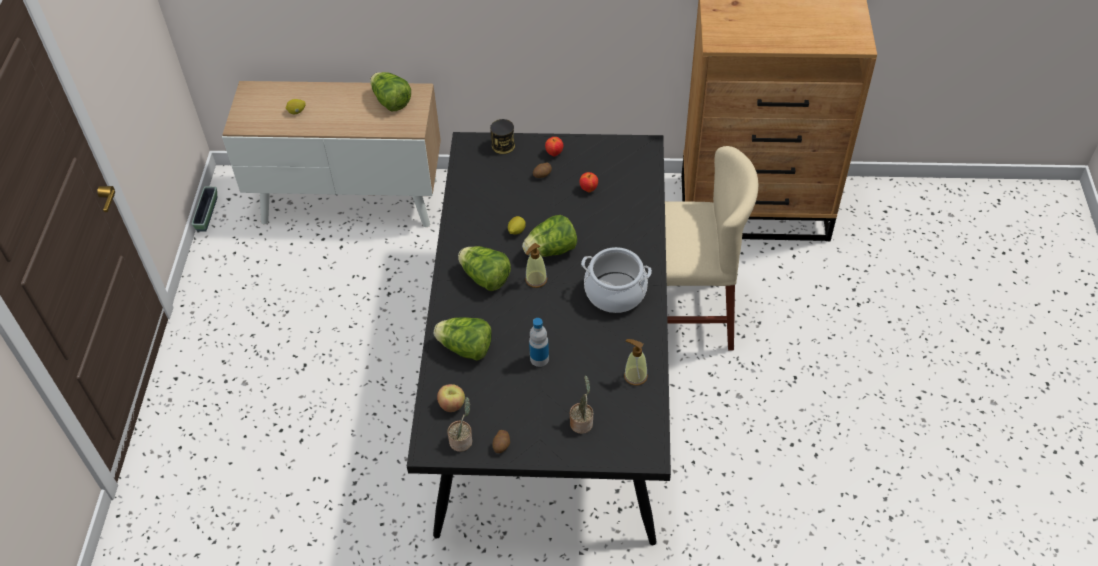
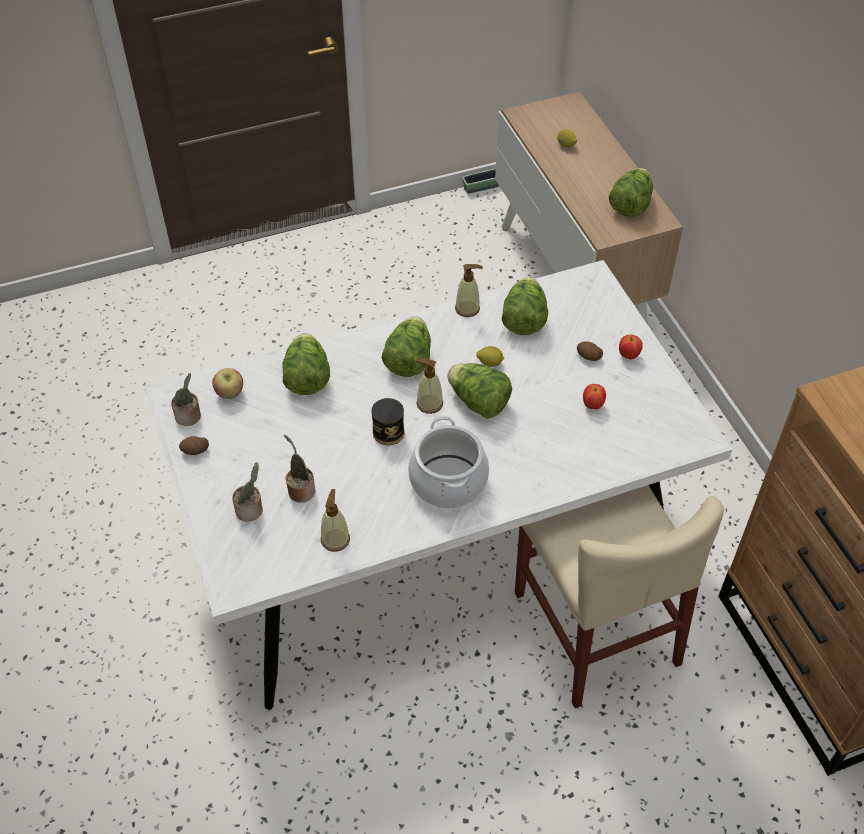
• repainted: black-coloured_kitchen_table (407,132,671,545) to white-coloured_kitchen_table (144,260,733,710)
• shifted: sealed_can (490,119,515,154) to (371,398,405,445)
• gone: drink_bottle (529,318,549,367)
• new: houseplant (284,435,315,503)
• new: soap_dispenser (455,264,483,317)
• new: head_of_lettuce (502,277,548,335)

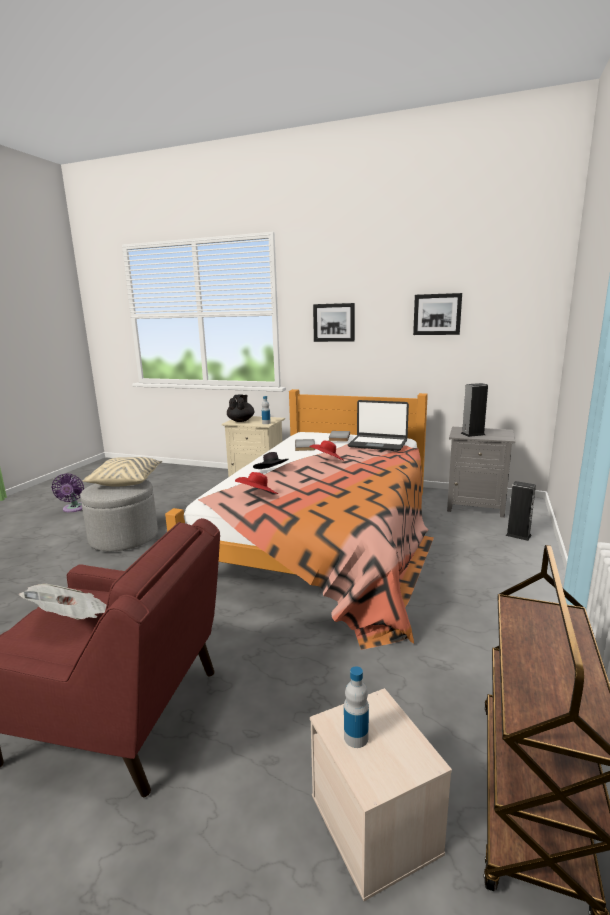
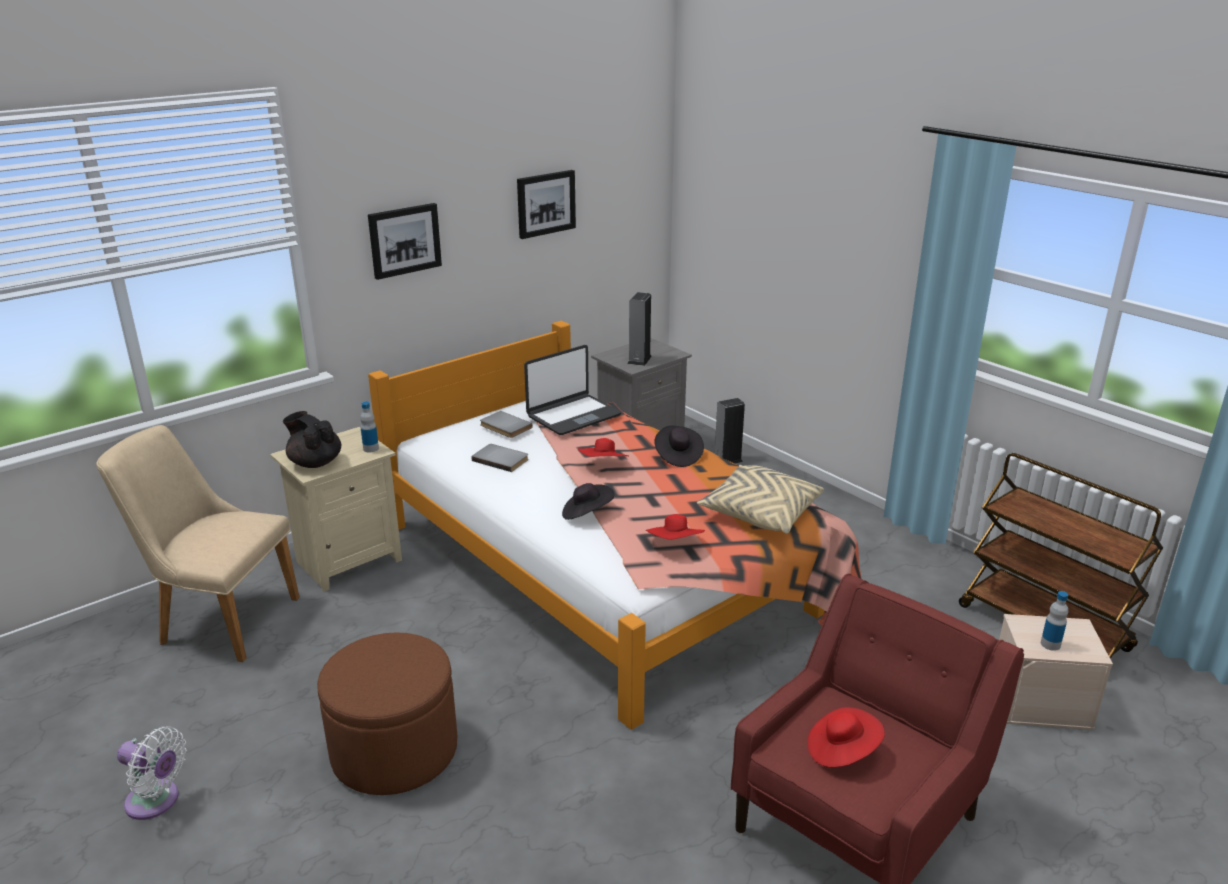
• swapped: printed_paper (19,584,107,620) to reddish_wearable_hat (807,707,885,767)
• repainted: purple-coloured_fan (52,473,84,513) to white-coloured_fan (117,726,187,820)
• repainted: grey_pouffe (80,480,158,551) to brownish_pouffe (317,632,457,795)
• shifted: beige-coloured_pillow (83,457,162,486) to (697,465,824,534)
• new: beige-coloured_chair (96,425,300,662)
• new: black-coloured_wearable_hat (654,425,704,467)

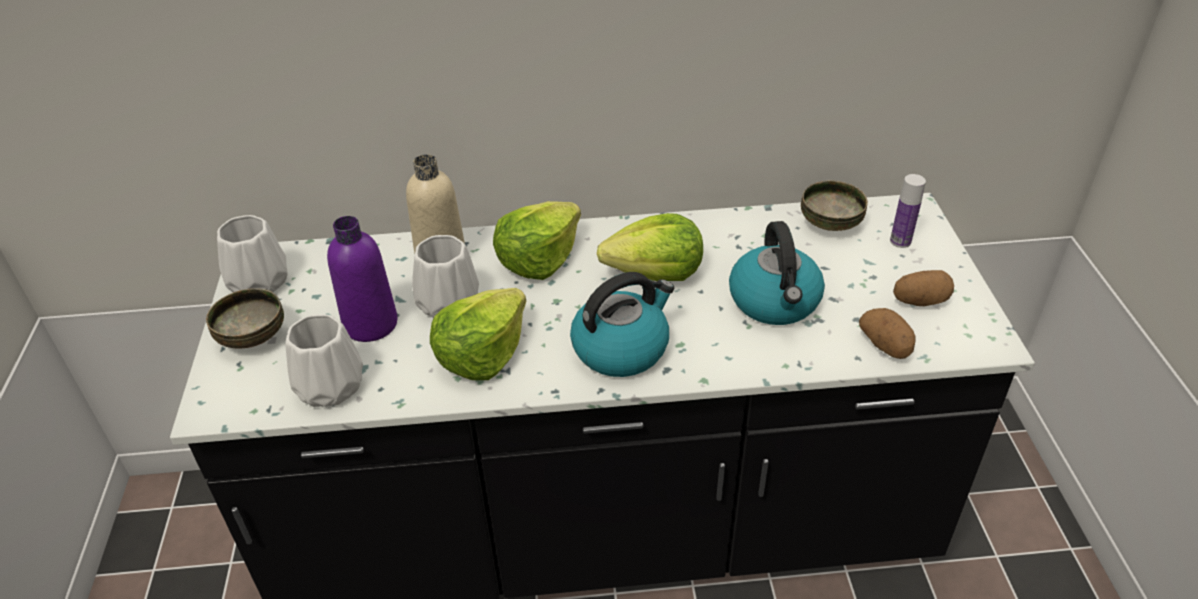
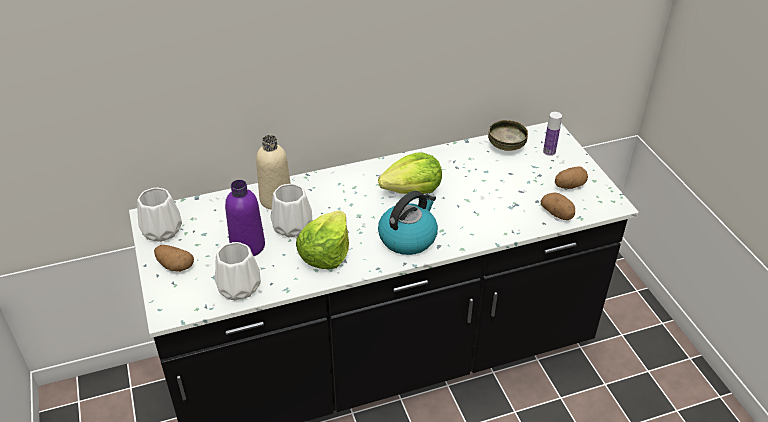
• swapped: serving_bowl (206,288,284,349) to whole_potato (154,245,194,272)
• gone: head_of_lettuce (493,201,581,280)
• gone: tea_kettle (729,221,825,325)

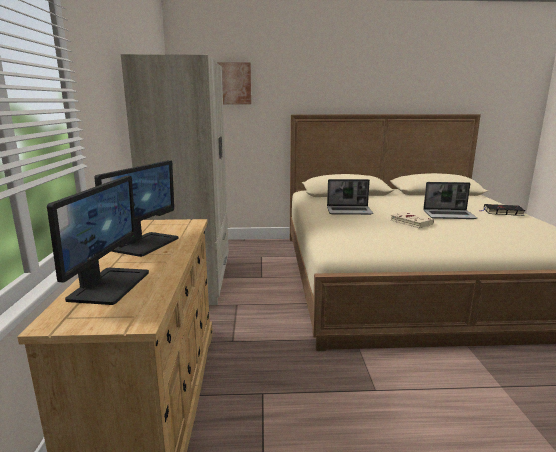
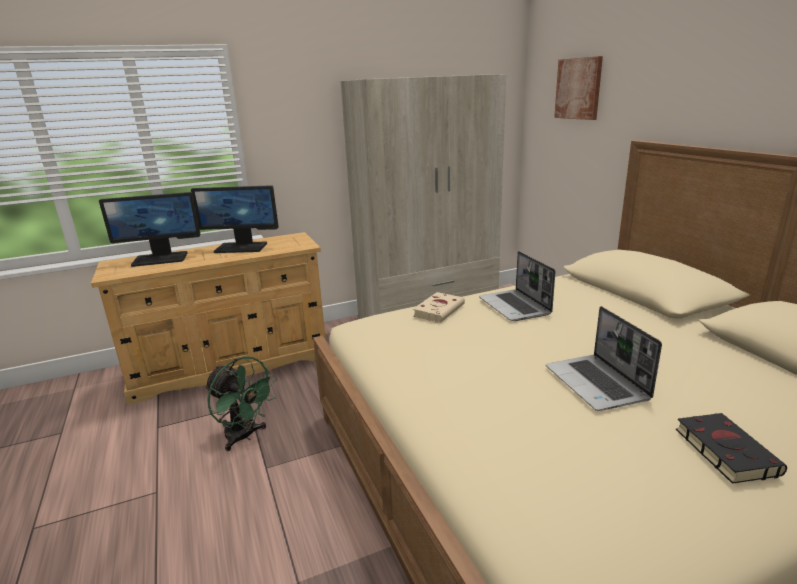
• shifted: beige-coloured_volume (390,212,434,229) to (413,292,465,323)
• new: green-coloured_fan (205,356,277,451)

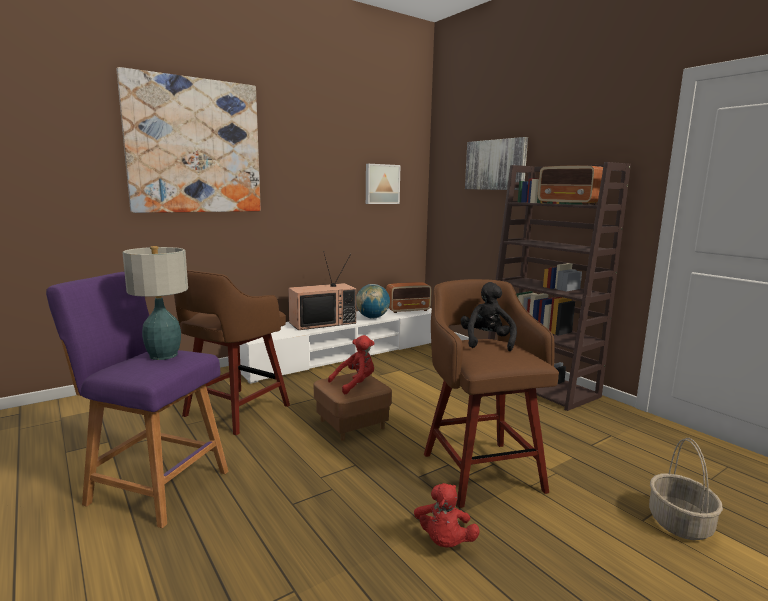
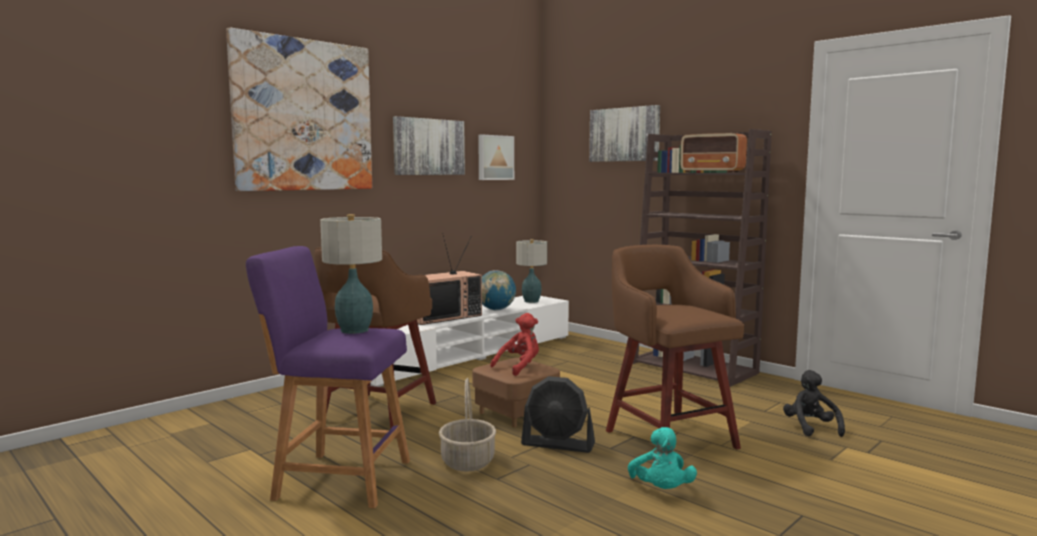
• swapped: radio_receiver (386,282,432,313) to table_lamp (516,239,547,303)
• repainted: reddish_cuddly_toy (414,483,480,548) to turquoise-coloured_cuddly_toy (628,427,697,489)
• shifted: black-coloured_cuddly_toy (461,282,517,351) to (783,370,845,437)
• shifted: household_basket (649,438,723,540) to (439,378,496,472)
• new: picture (393,116,465,175)
• new: black-coloured_fan (521,376,595,453)

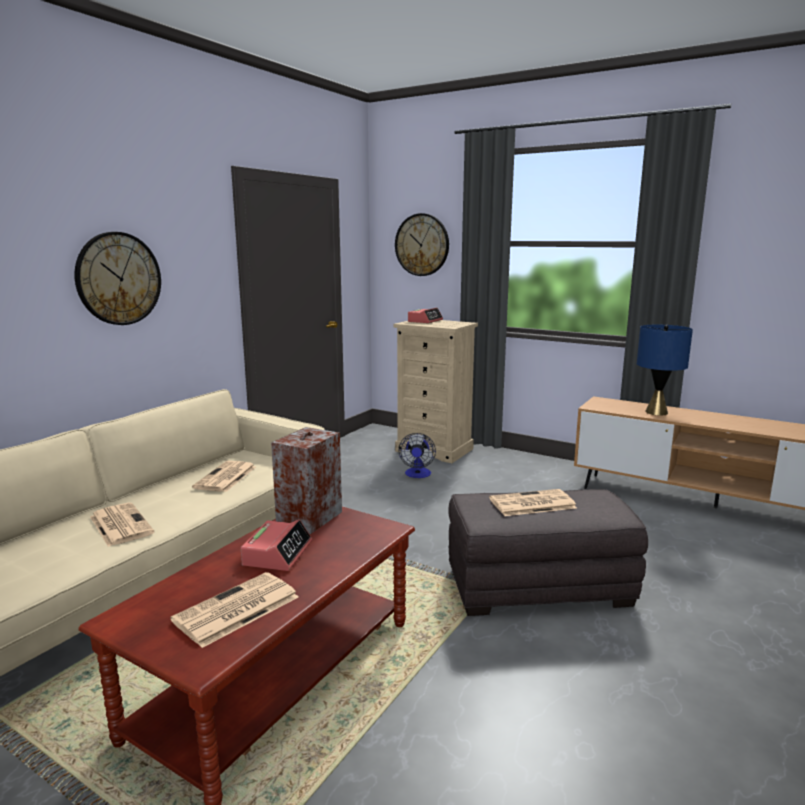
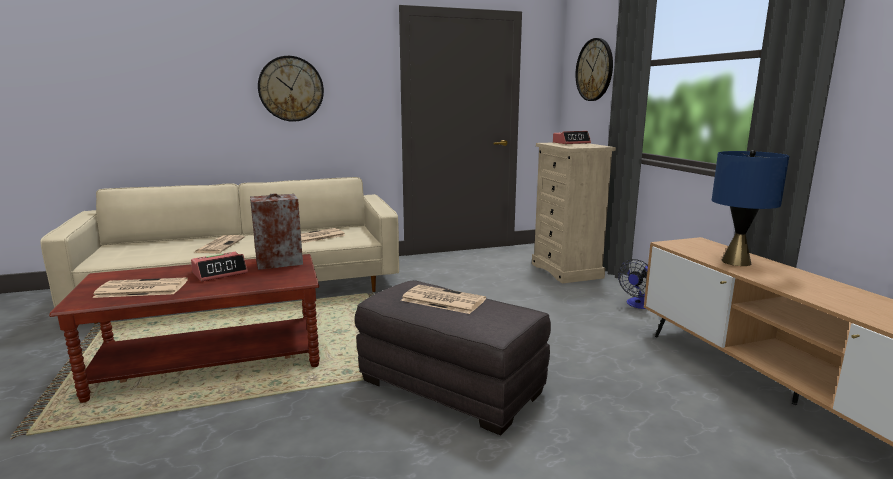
• shifted: fan (399,433,436,478) to (618,259,648,309)

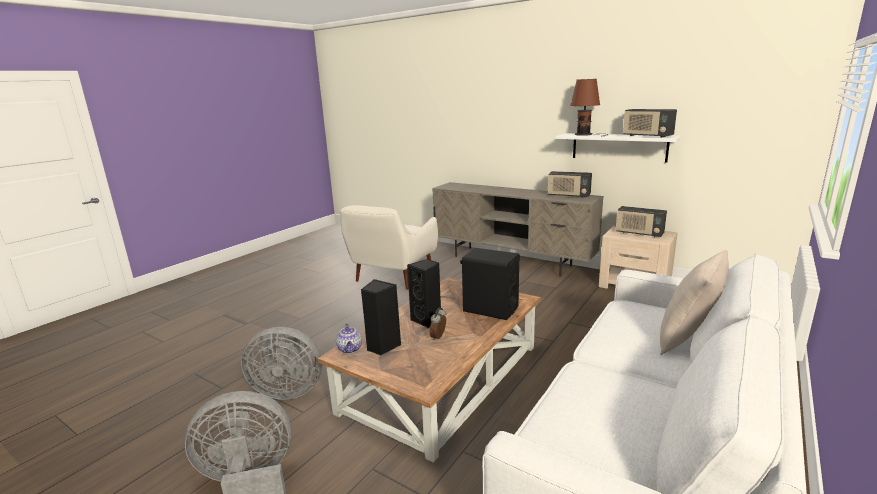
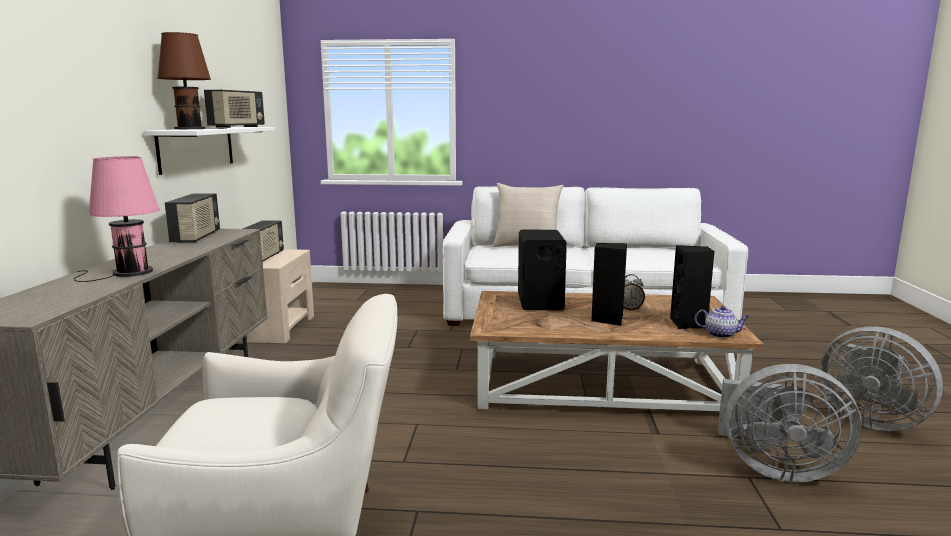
• rotated: grey_fan (241,327,322,400) = (718,364,862,482) 135 degrees clockwise
• rotated: teapot (336,324,362,354) = (695,306,750,338) 60 degrees clockwise
• new: pink-coloured_table_lamp (73,156,160,282)

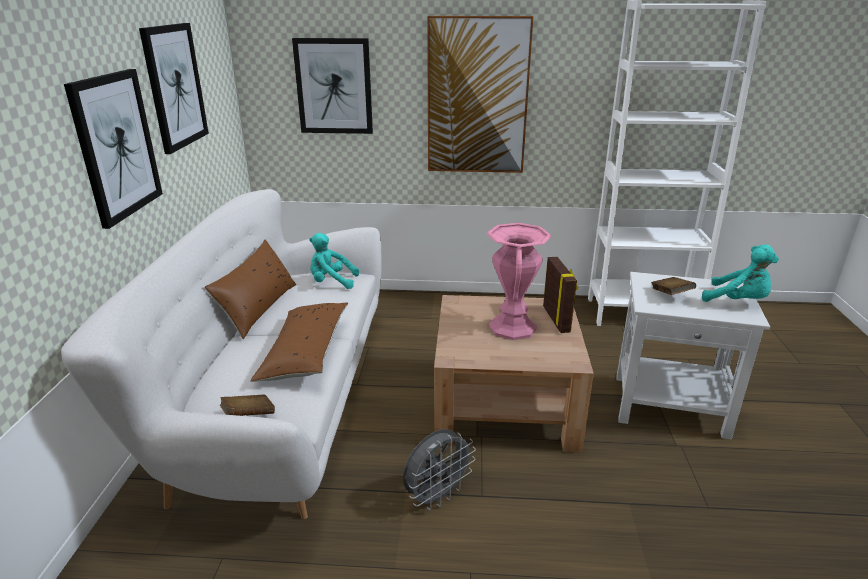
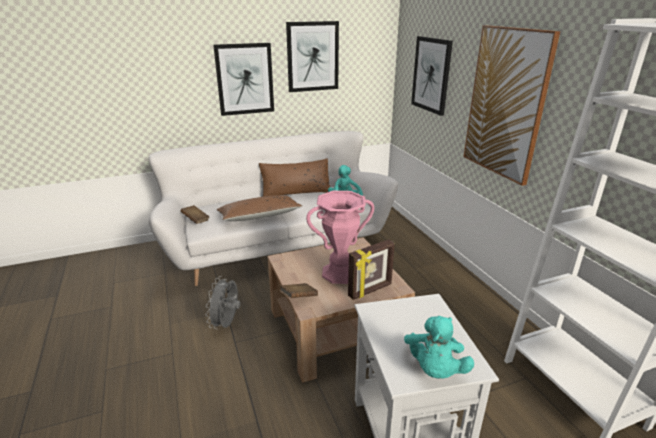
• rotated: grey_fan (403,429,476,510) = (205,276,241,329) 75 degrees clockwise
• shifted: brownish_volume (651,277,696,295) to (280,283,318,298)

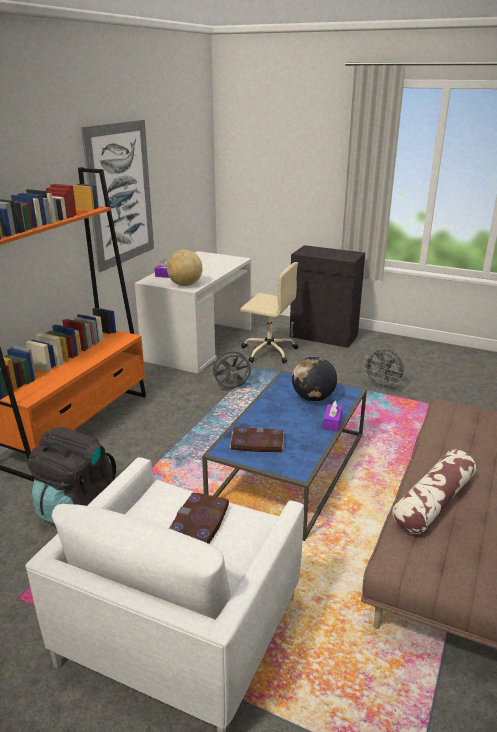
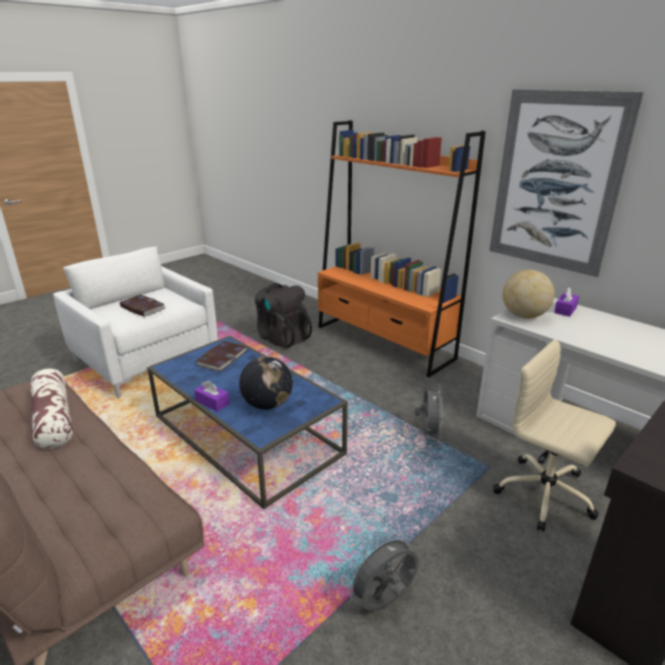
• rotated: beige-coloured_computer_chair (240,262,298,364) = (493,339,616,532) 90 degrees clockwise

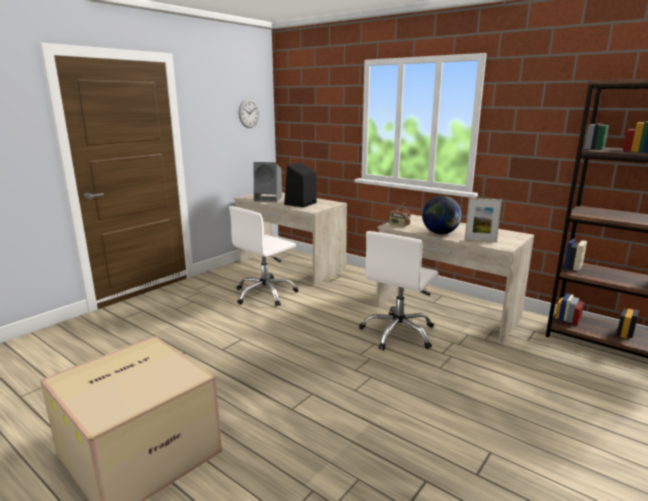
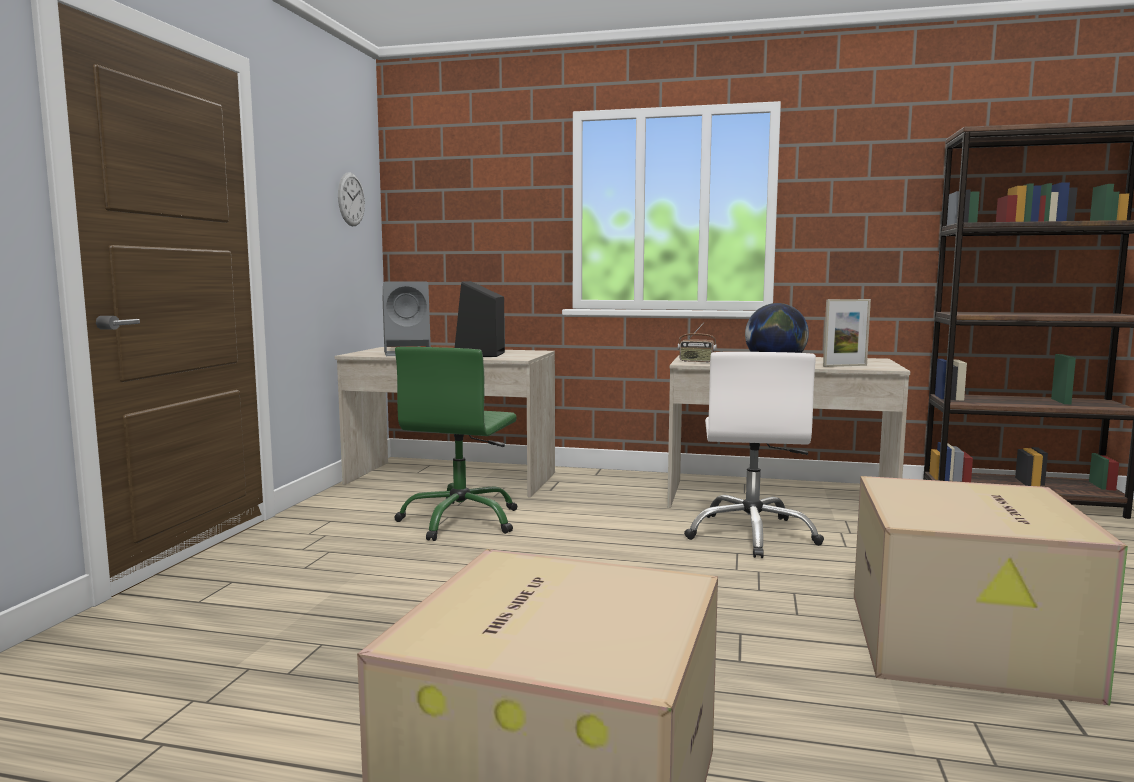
• repainted: white-coloured_computer_chair (229,206,298,307) to green-coloured_computer_chair (394,347,517,541)
• new: carton (854,476,1128,705)

